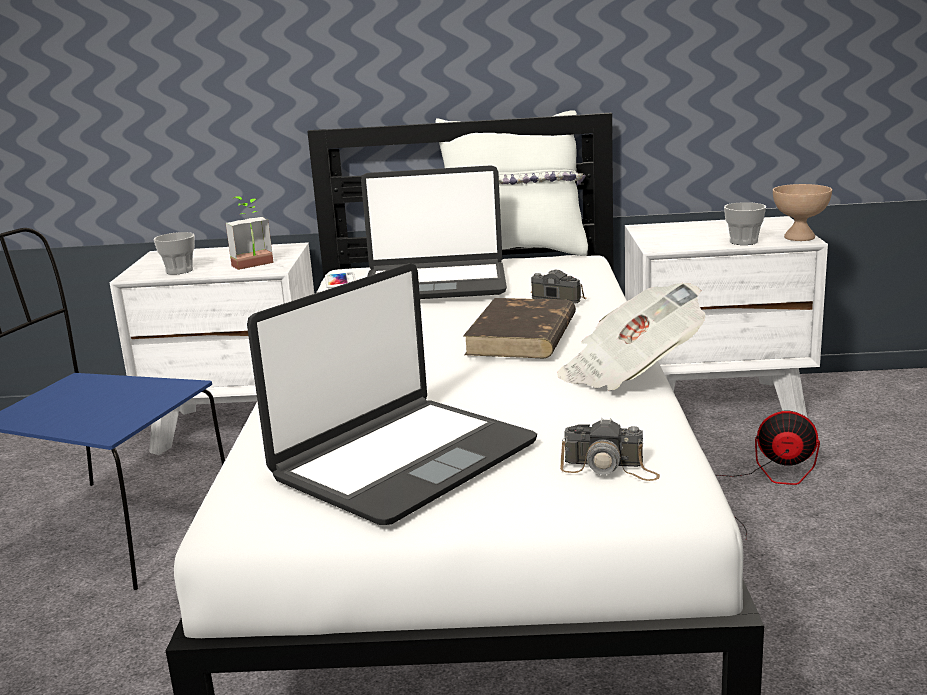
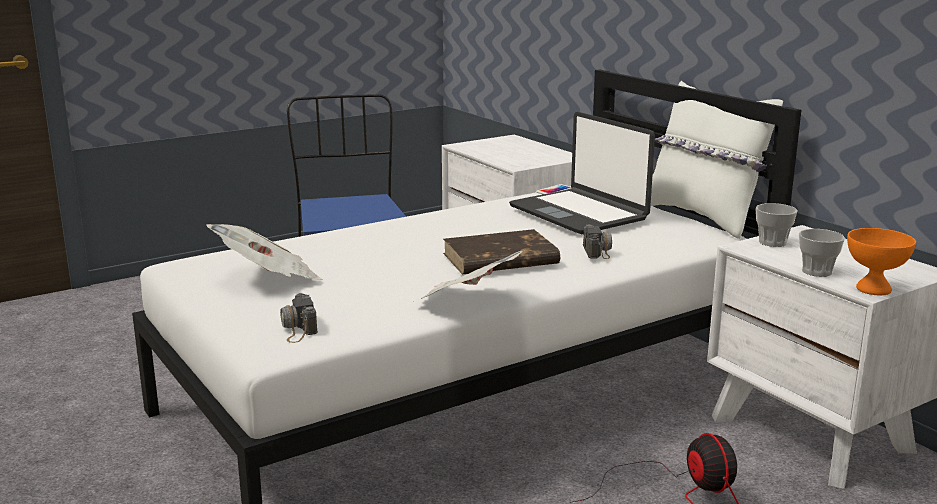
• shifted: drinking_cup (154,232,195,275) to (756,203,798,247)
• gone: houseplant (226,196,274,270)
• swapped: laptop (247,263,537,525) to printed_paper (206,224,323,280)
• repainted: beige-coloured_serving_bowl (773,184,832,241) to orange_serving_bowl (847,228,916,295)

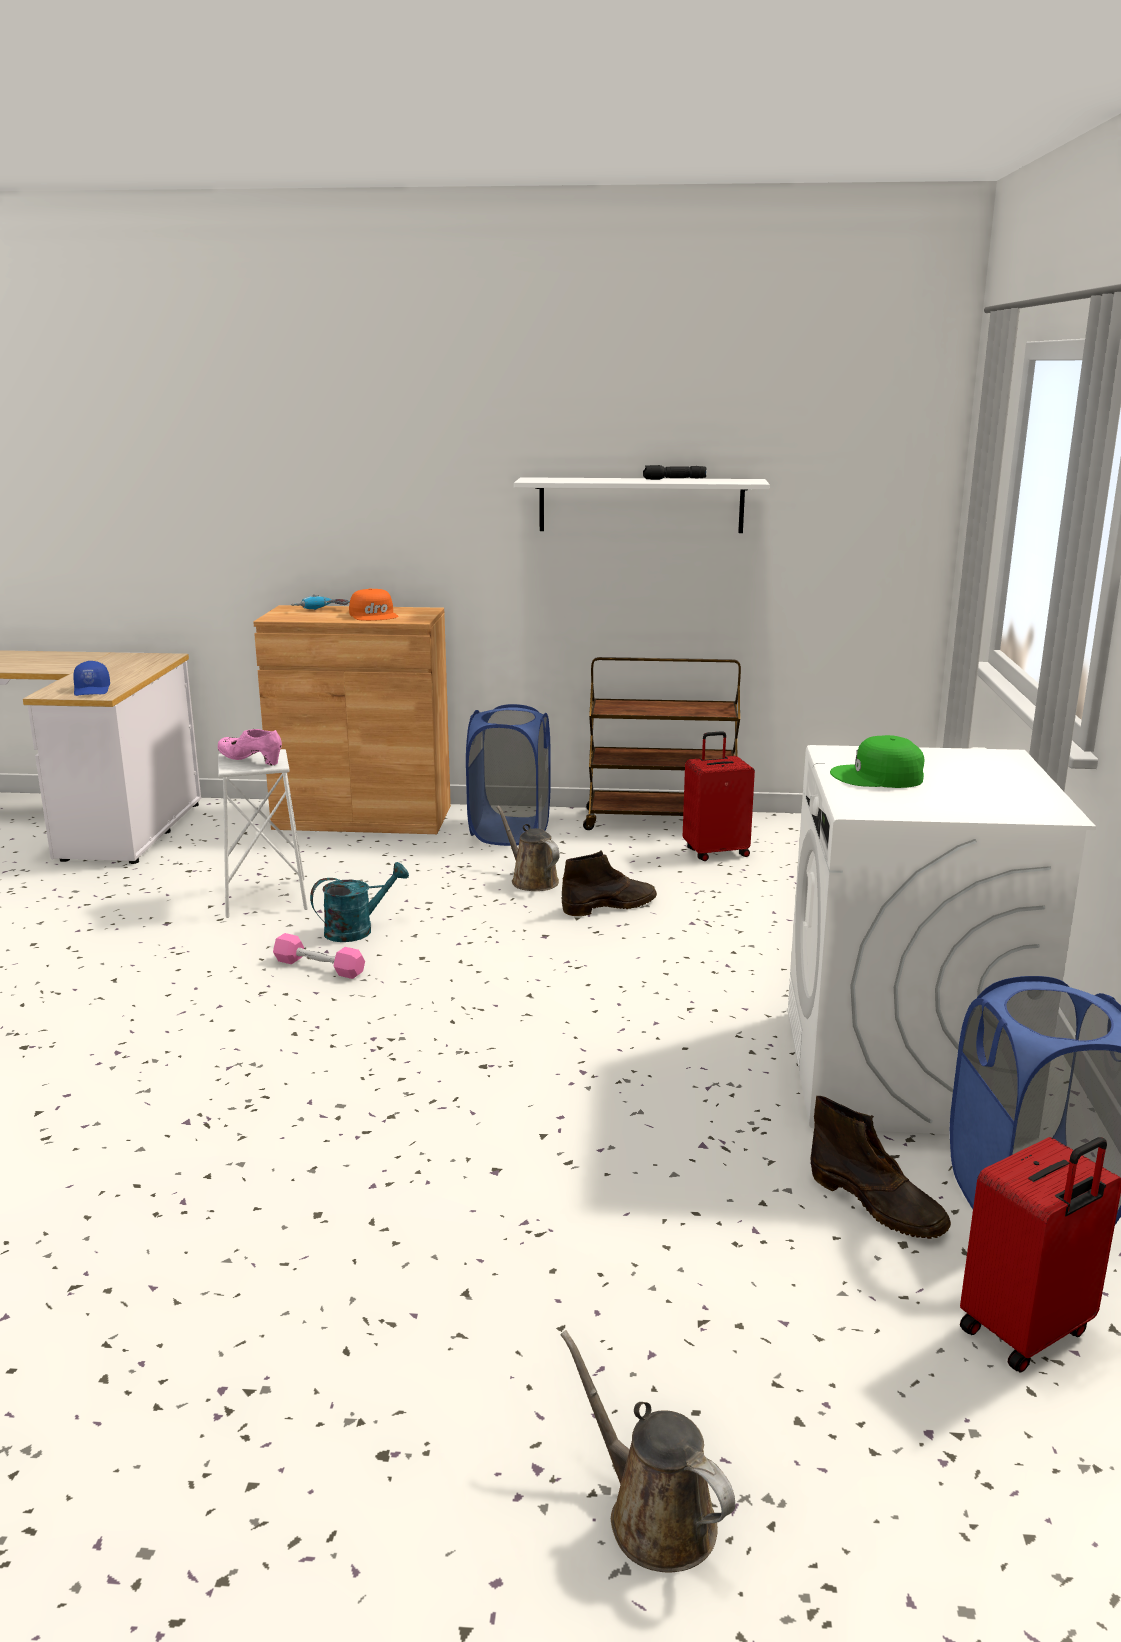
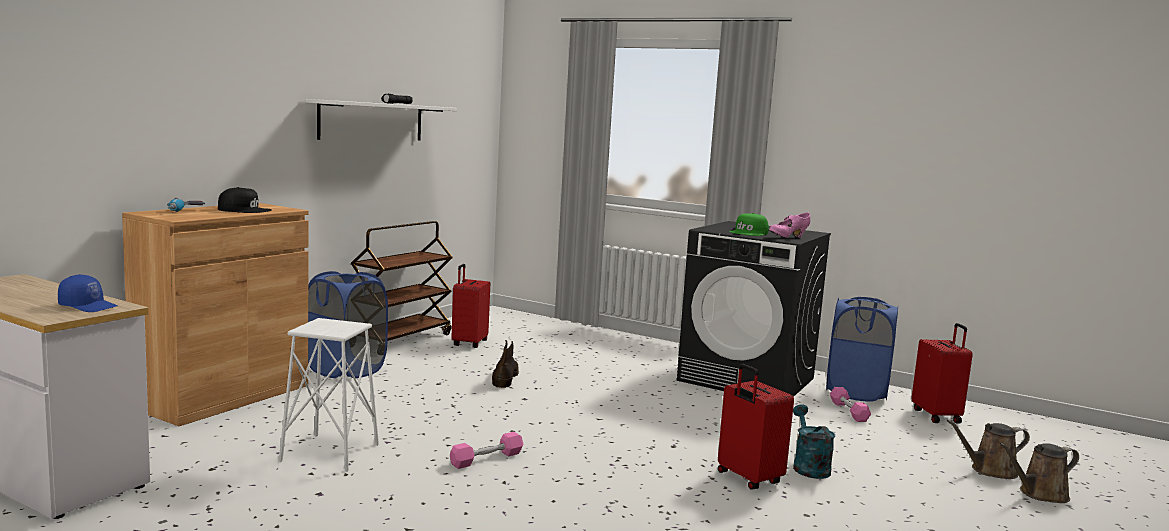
• shifted: pink-coloured_low_shoe (218,729,282,765) to (769,212,810,238)
• shifted: turquoise-coloured_watering_can (310,862,409,942) to (793,404,835,479)
• repainted: orange_peaked_cap (349,588,398,621) to black-coloured_peaked_cap (218,187,272,213)
• shifted: brownish_watering_can (496,805,560,891) to (947,420,1030,479)
• repainted: white-coloured_laundry_appliance (788,745,1096,1134) to black-coloured_laundry_appliance (677,221,831,397)
• swapped: brownish_high-top_boot (811,1096,951,1239) to pink-coloured_free_weight (830,387,871,422)
• new: reddish_travel_case (718,364,794,490)

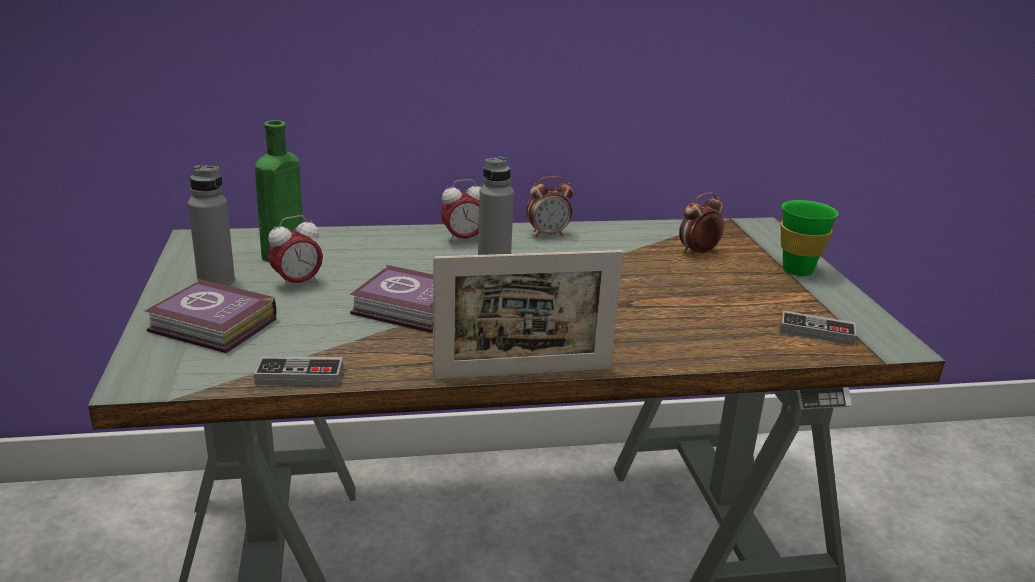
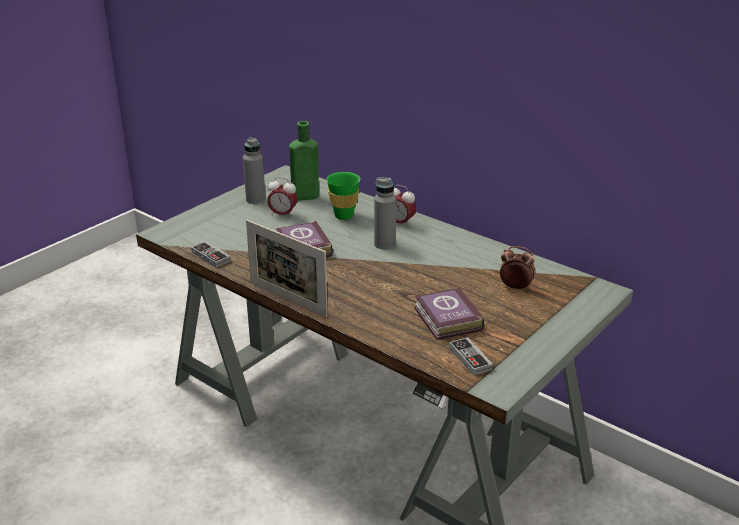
• shifted: volume (145,279,276,353) to (414,286,484,340)
• gone: table_clock (526,176,573,237)
• shifted: green-coloured_drinking_cup (780,200,838,276) to (326,172,360,220)

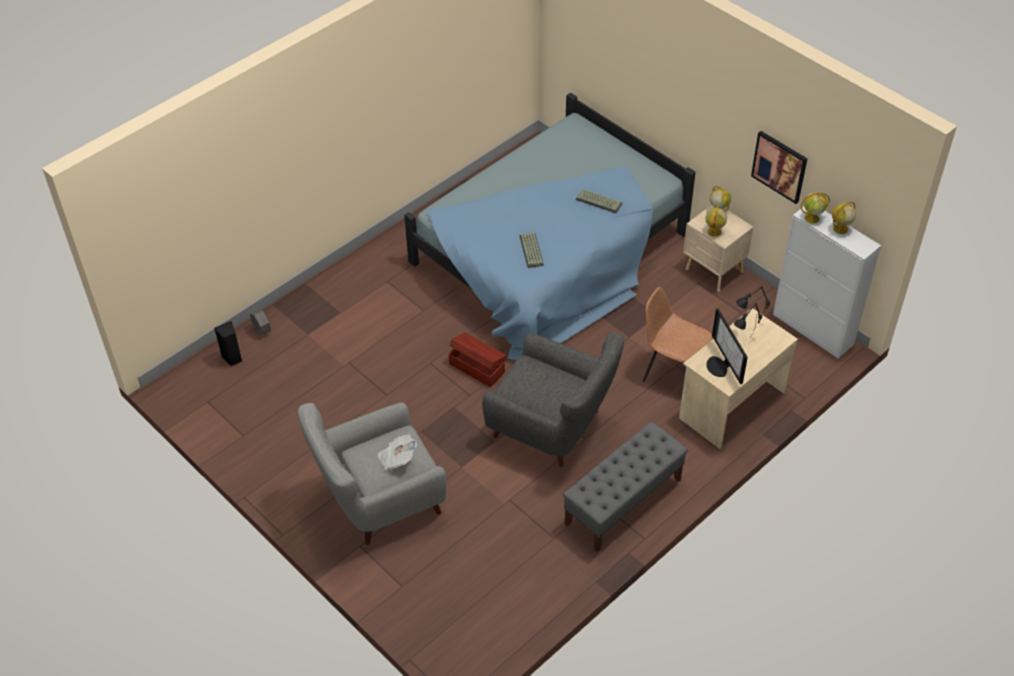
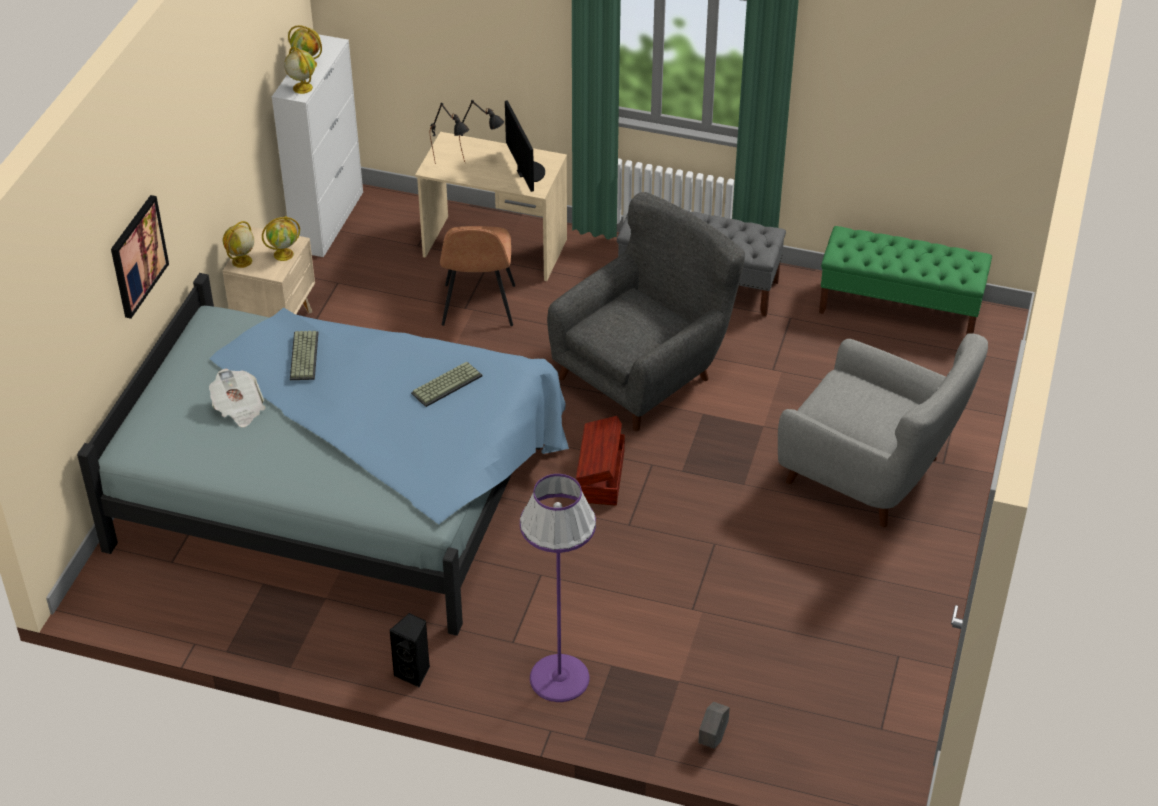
• shifted: black-coloured_speaker (214,321,242,366) to (389,613,430,688)
• shifted: printed_paper (378,434,417,470) to (209,369,265,427)
• rotated: grey_easy_chair (482,332,624,467) = (547,192,745,431) 45 degrees clockwise
• rotated: computer_screen (706,309,748,384) = (505,100,545,192) 60 degrees counterclockwise
• shifted: picture (751,131,807,204) to (111,195,169,319)
• new: purple-coloured_floor_lamp (520,474,596,702)
• new: green-coloured_long_seat (819,226,992,335)

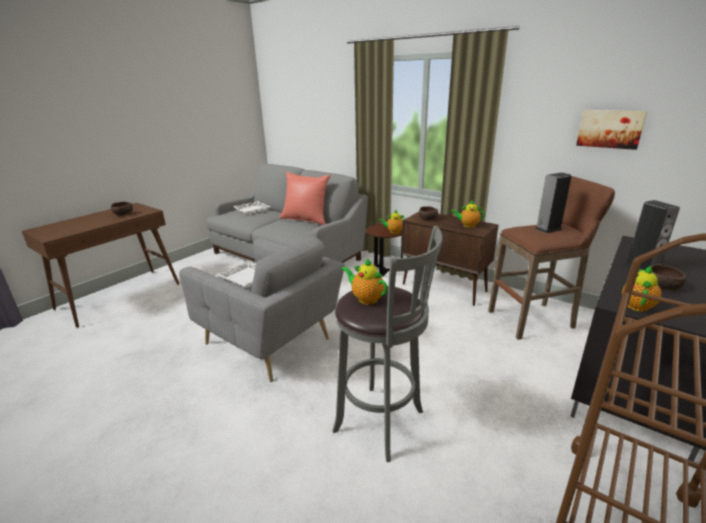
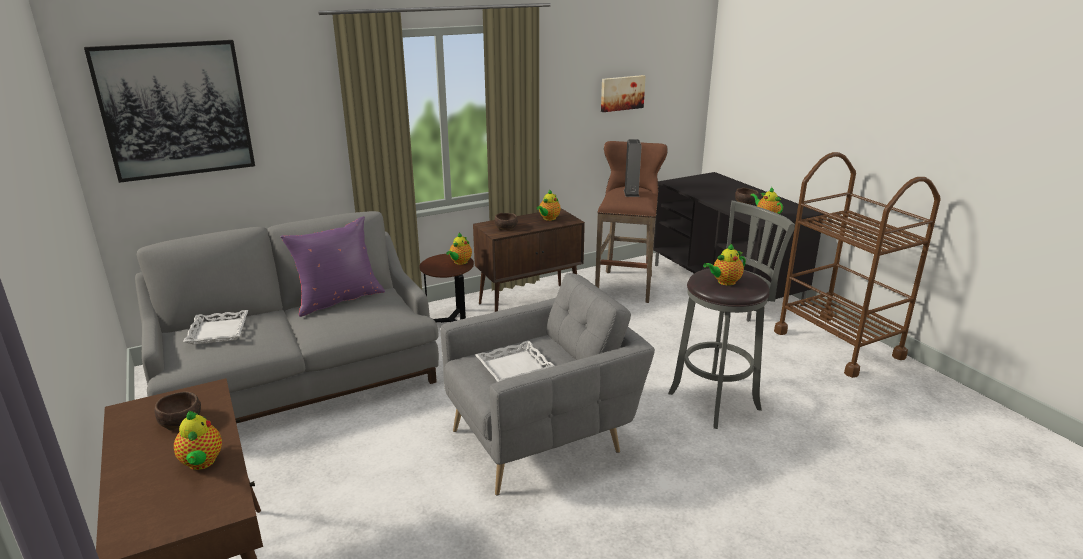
• repainted: reddish_pillow (280,172,330,225) to purple-coloured_pillow (281,216,385,317)
• gone: speaker (624,200,680,270)
• new: picture (84,40,255,183)
• new: teapot (174,411,222,470)

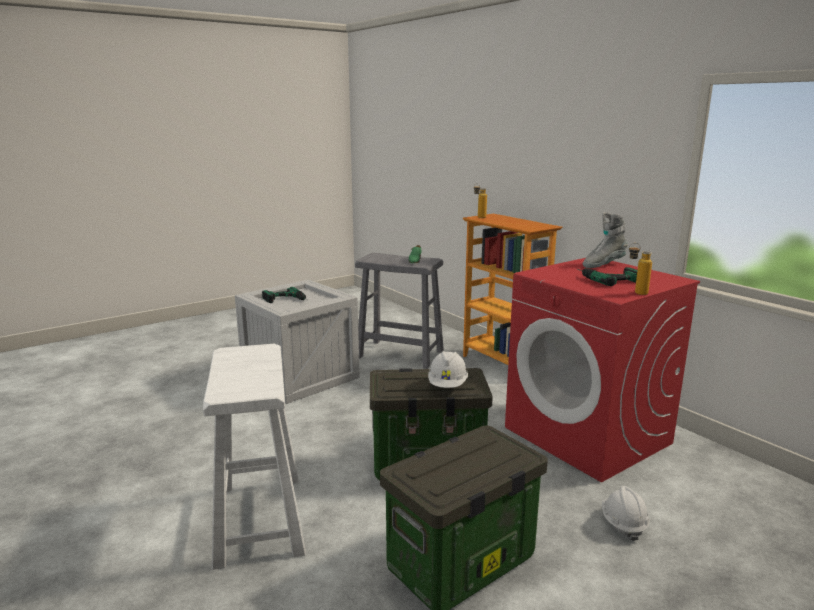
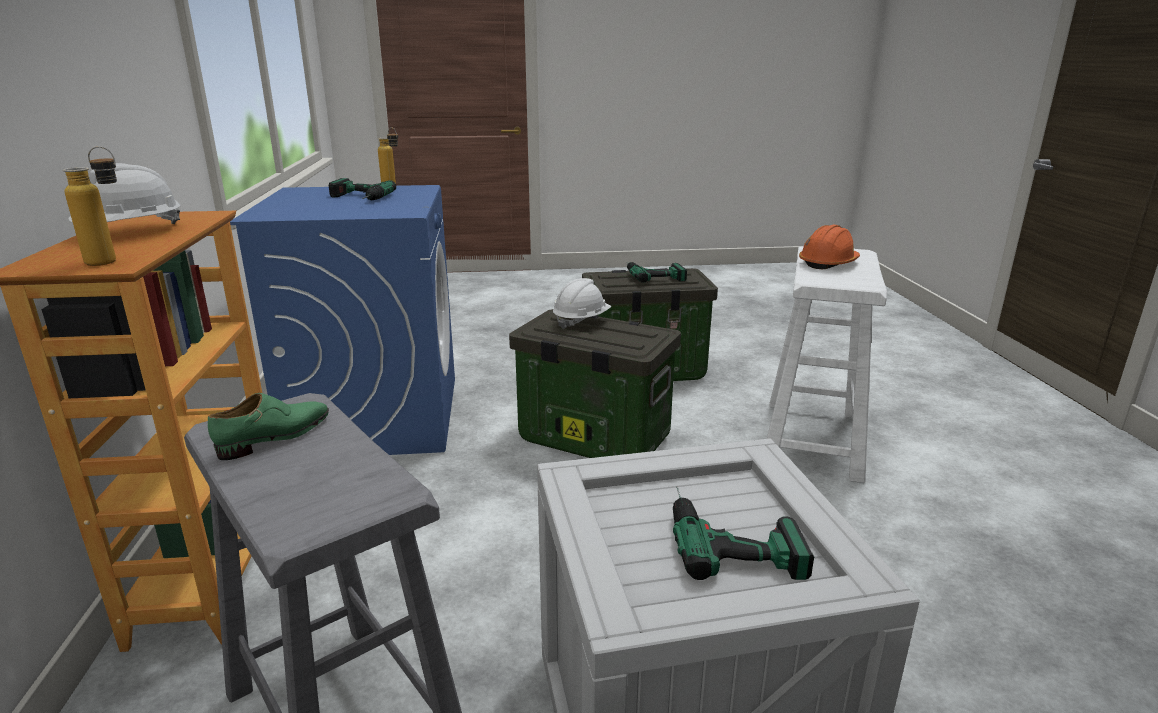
• repainted: reddish_laundry_appliance (505,258,700,482) to blue_laundry_appliance (230,185,455,455)
• gone: grey_high-top_boot (583,212,628,268)
• shifted: white-coloured_hard_hat (602,486,649,541) to (68,163,181,224)
• new: drill (626,262,687,283)
• new: orange_hard_hat (799,224,860,269)

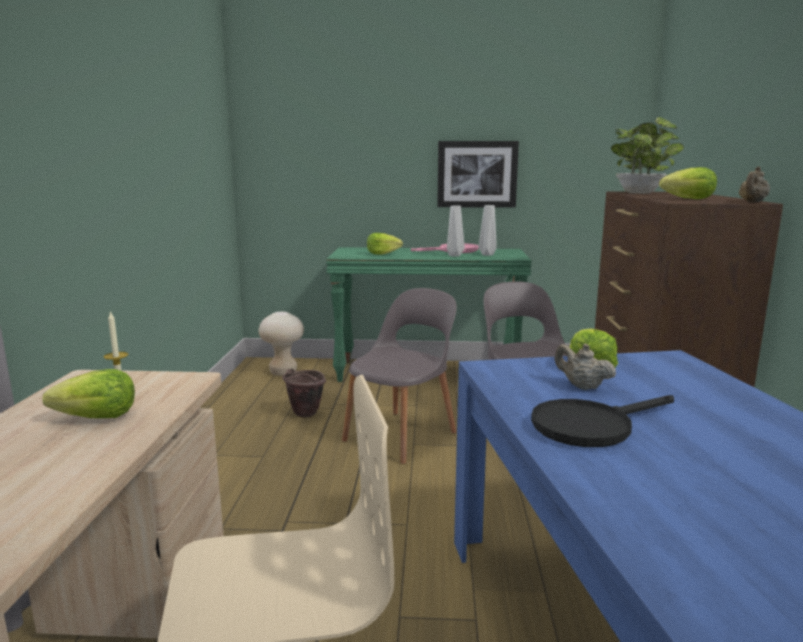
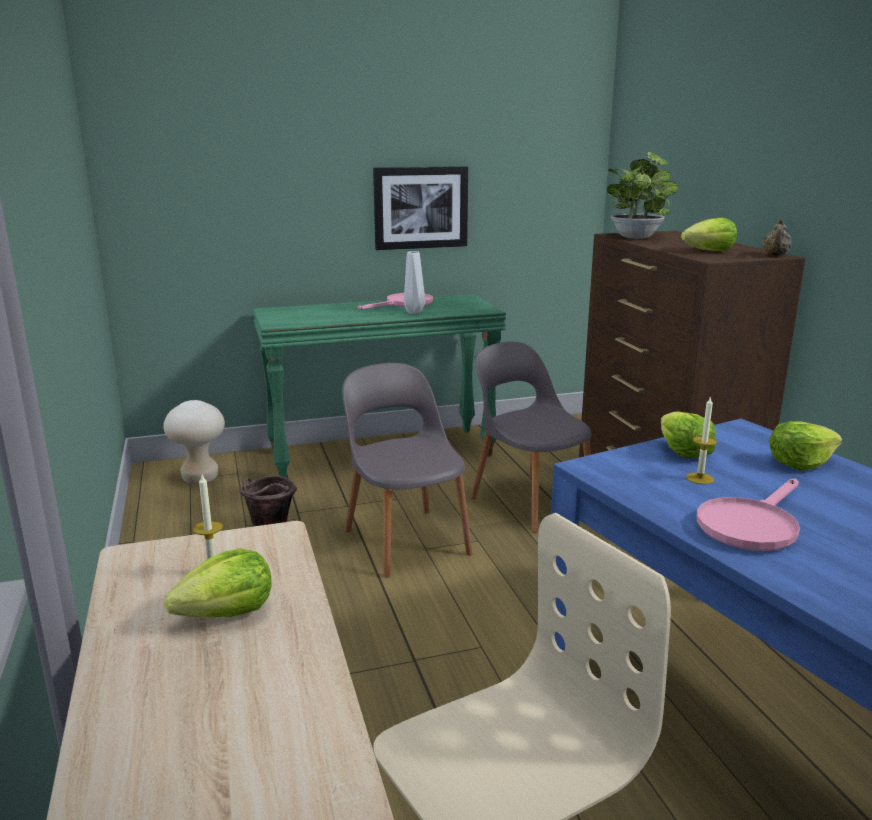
• rotated: grey_chair (342,288,457,464) = (342,363,473,578) 45 degrees counterclockwise
• shifted: head_of_lettuce (367,233,403,255) to (769,421,842,471)
• gone: grey_flower_vase (478,205,497,256)
• repainted: black-coloured_frying_pan (531,395,674,447) to pink-coloured_frying_pan (697,479,800,551)
• swapped: beige-coloured_teapot (555,344,616,390) to wax_light (686,396,717,484)

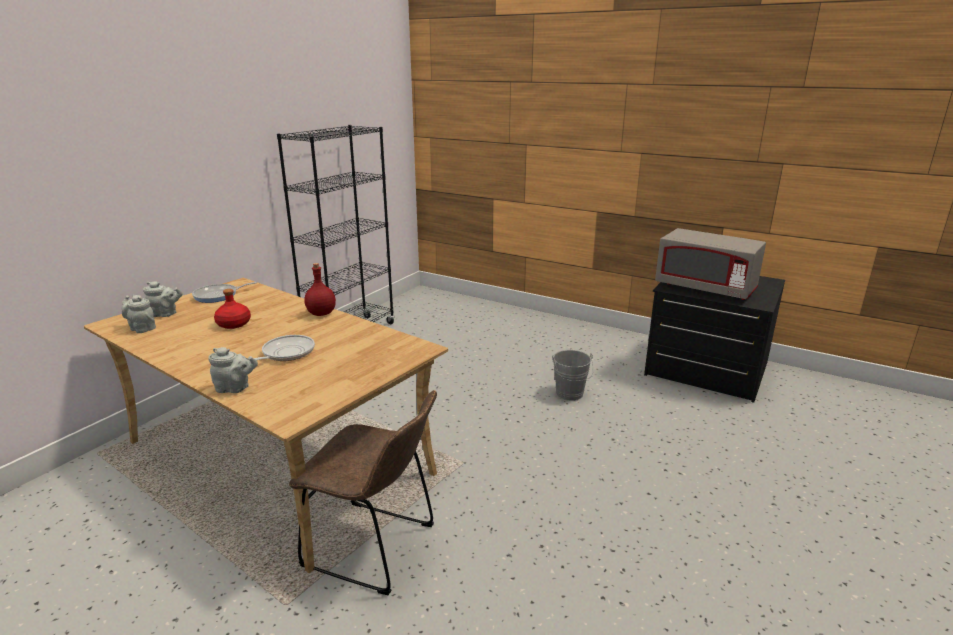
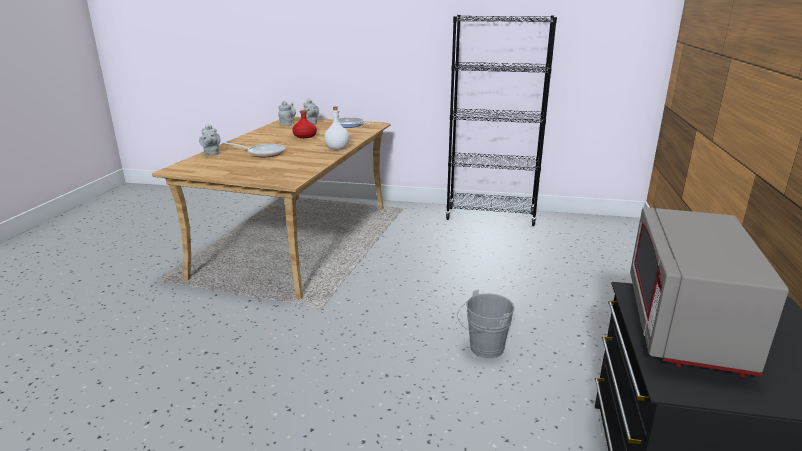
• gone: brownish_chair (289,390,437,595)
• repainted: reddish_drink_bottle (304,263,336,316) to white-coloured_drink_bottle (324,106,349,150)

